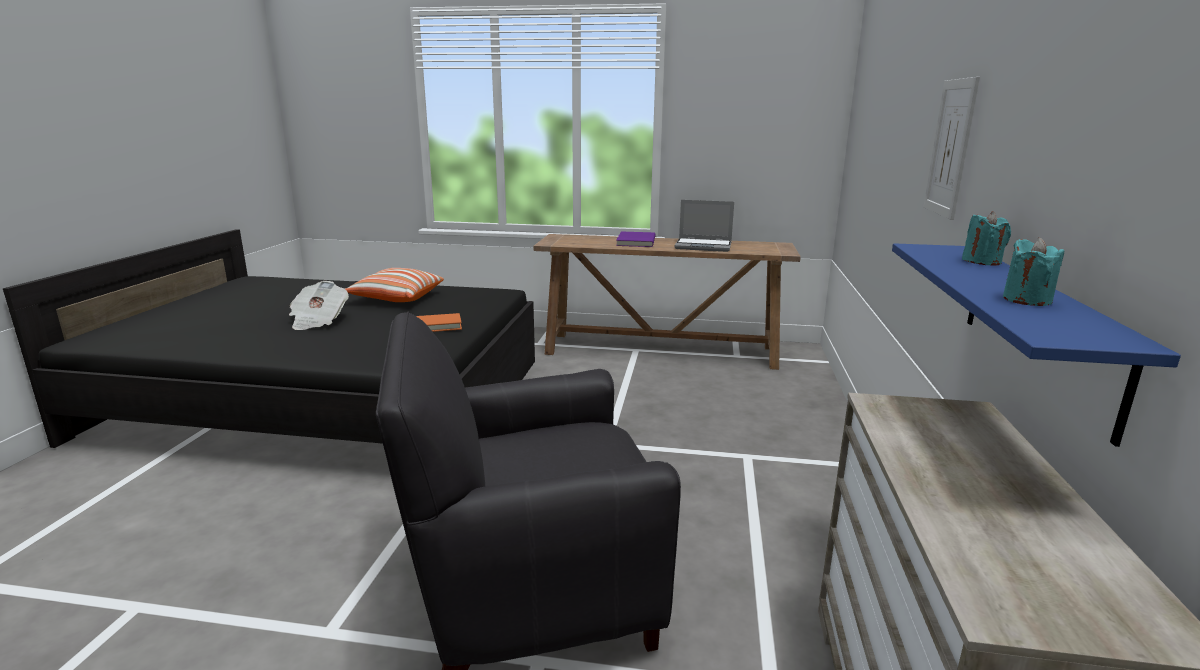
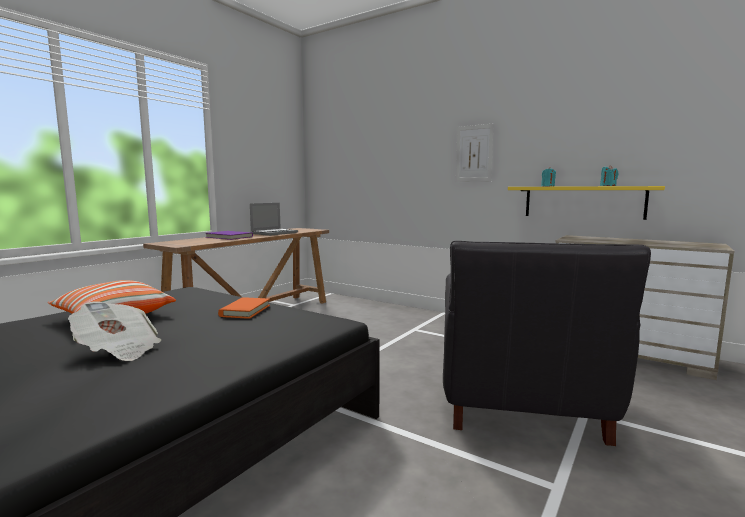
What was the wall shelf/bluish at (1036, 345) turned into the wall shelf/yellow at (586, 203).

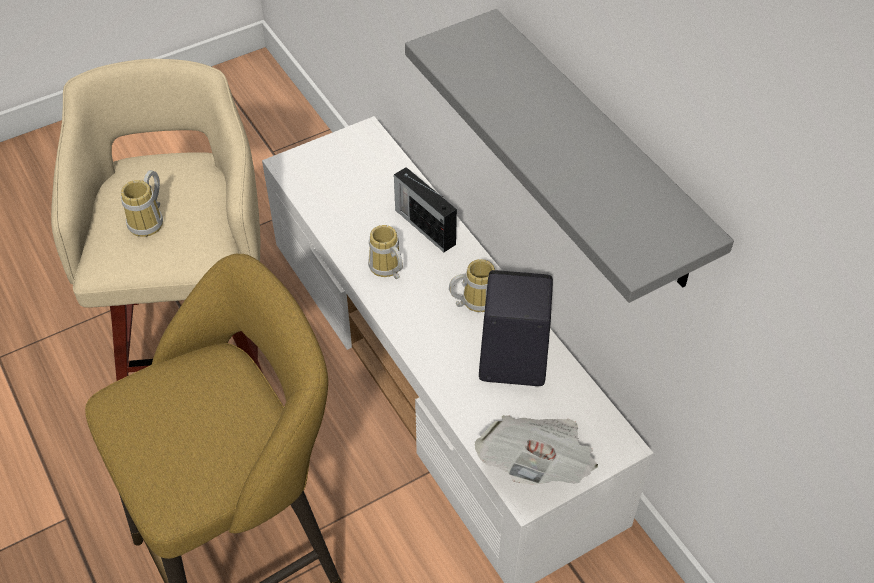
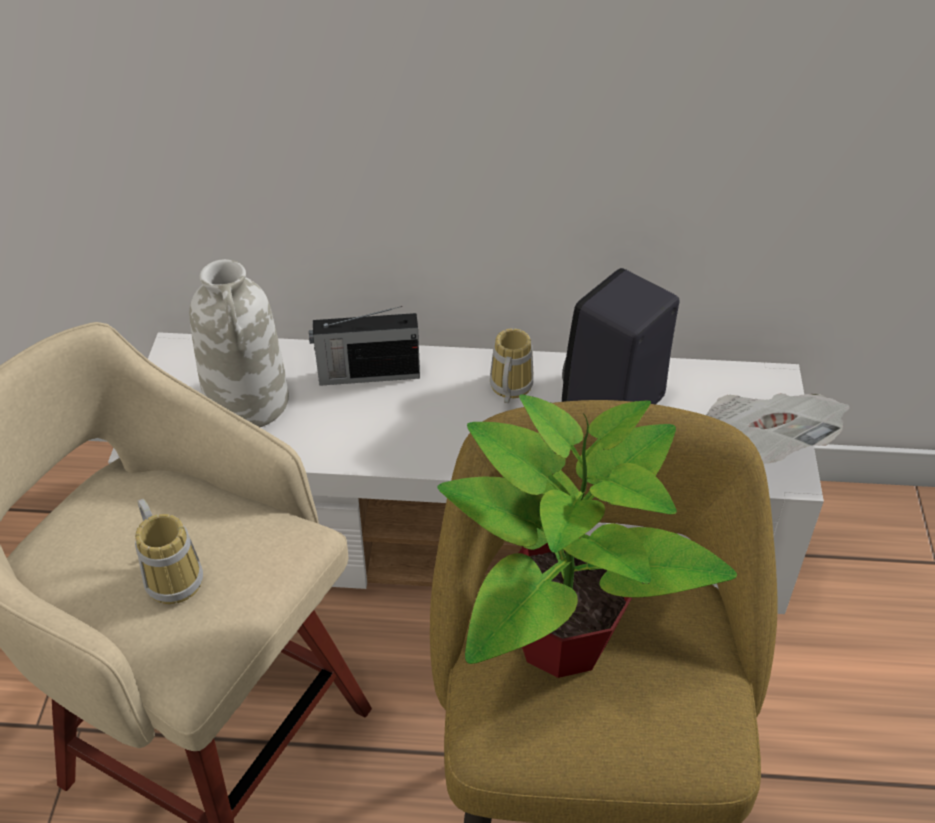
The second view lost the wall shelf/greyish at (569, 156). The second view lost the mug at (385, 252). The second view gained the vase/white at (239, 343). The second view gained the houseplant at (587, 536).

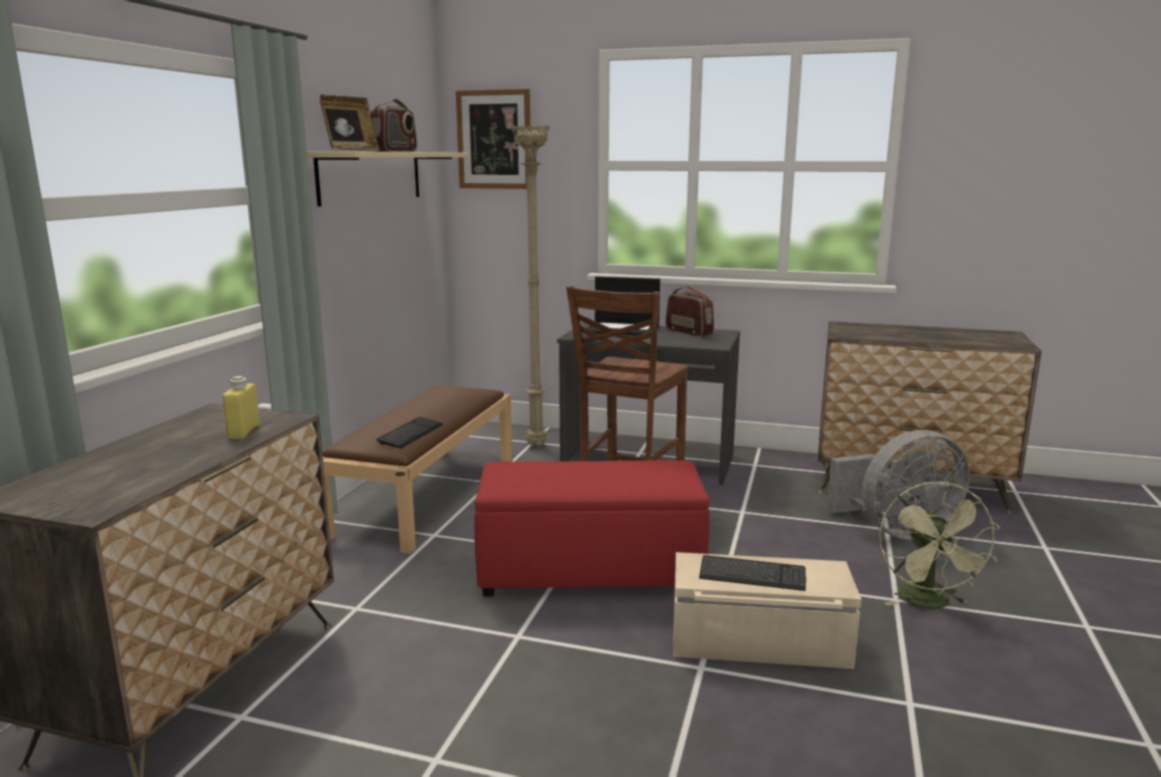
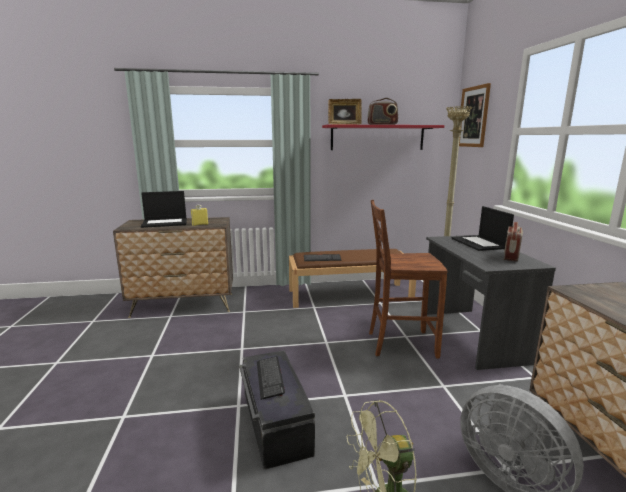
What was the wall shelf/beige at (387, 179) turned into the wall shelf/red-coloured at (383, 137). The second view lost the footrest/red-coloured at (591, 528). What was the storage container/beige at (767, 610) turned into the storage container/black-coloured at (277, 410). The second view gained the notebook computer at (164, 209).

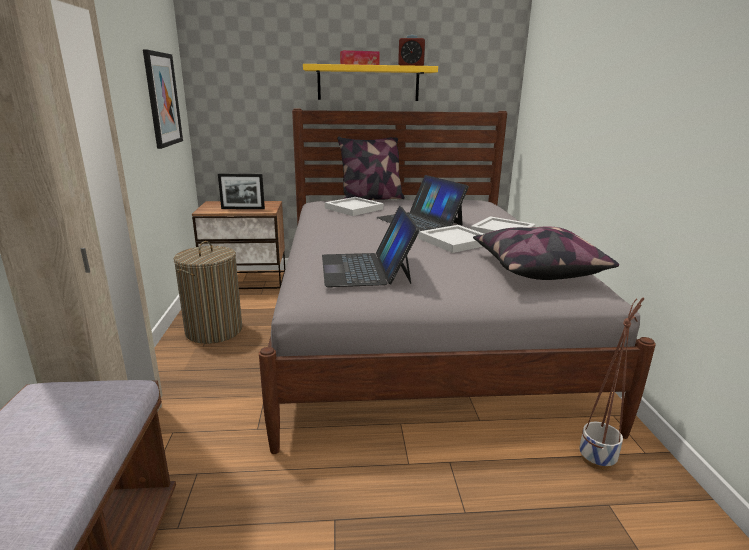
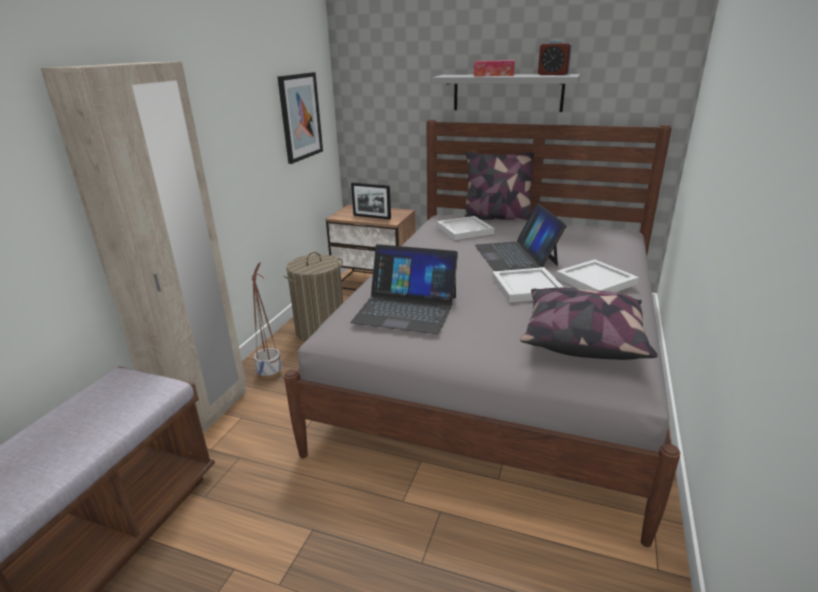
What was the wall shelf/yellow at (370, 82) turned into the wall shelf/greyish at (506, 93). The notebook computer at (371, 246) ended up facing another way, 90 degrees counterclockwise from before. The plant pot ended up elsewhere, having gone from (612, 383) to (267, 320).

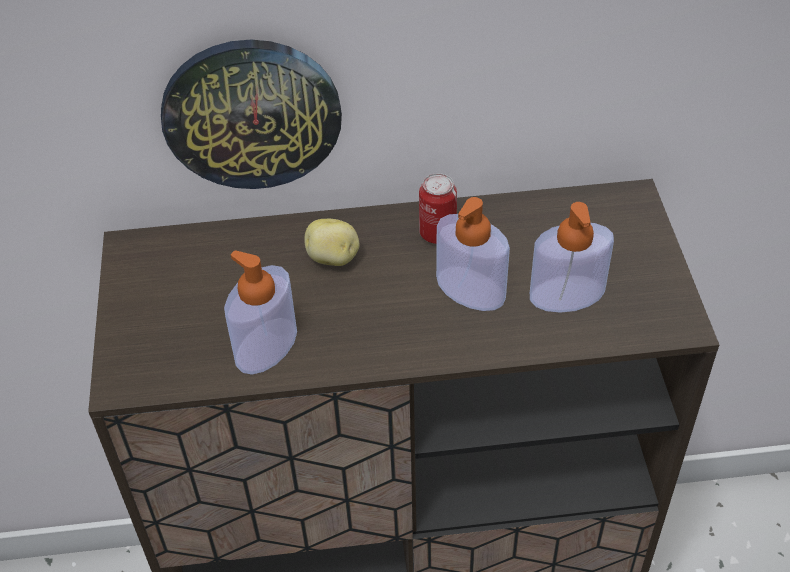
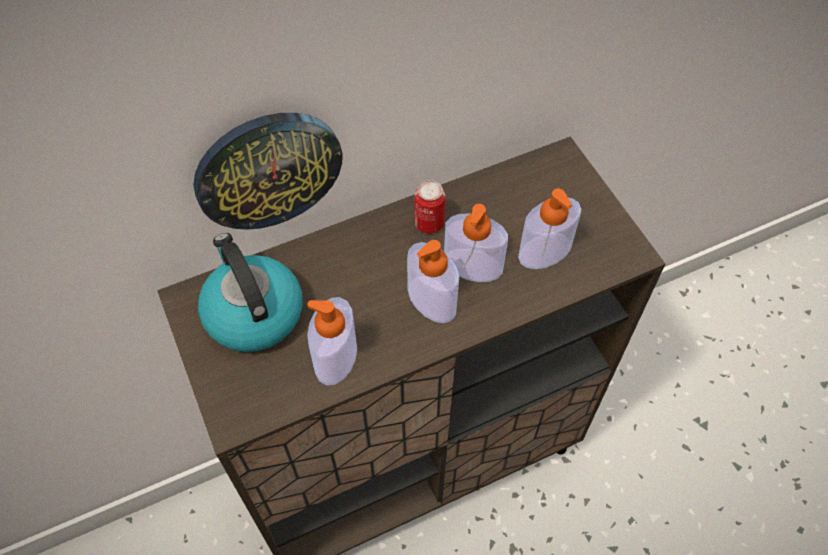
The second view lost the whole potato at (332, 242). The second view gained the kettle at (250, 292). The second view gained the soap dispenser at (433, 281).

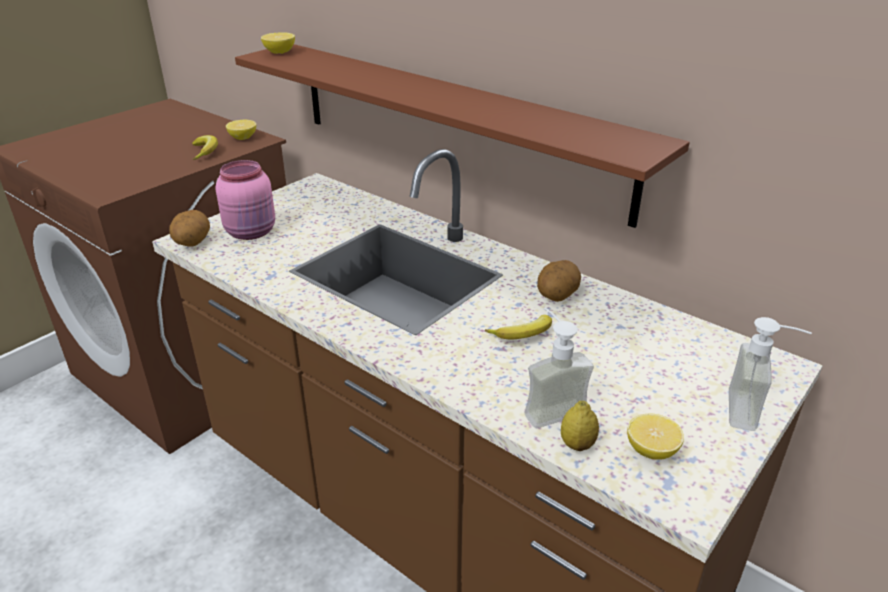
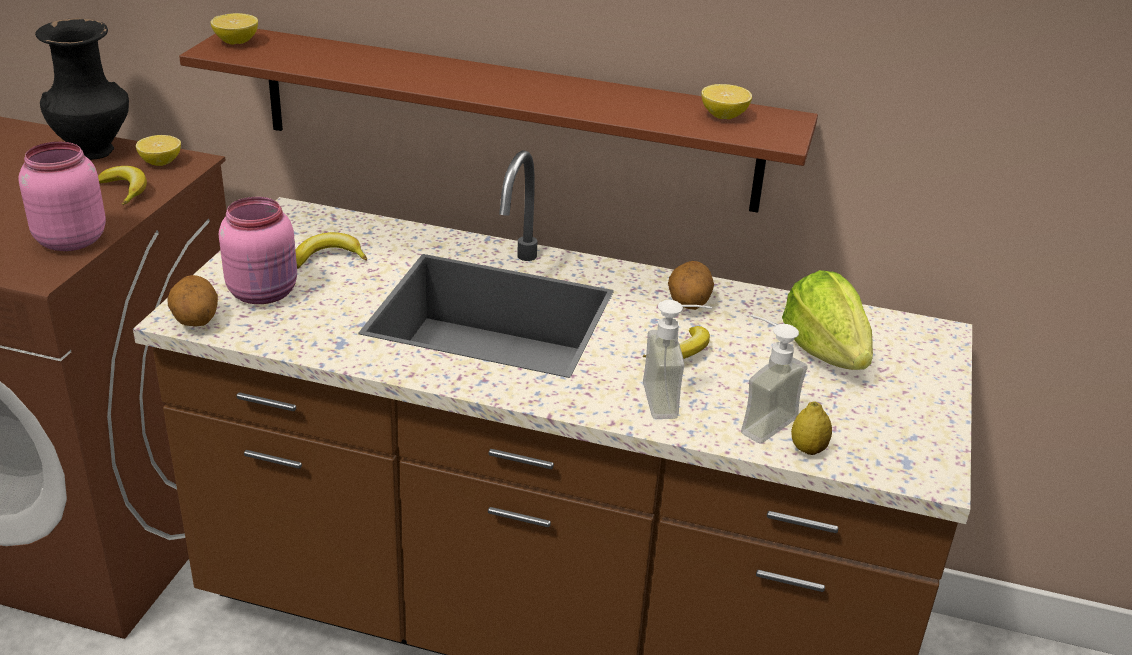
The soap dispenser ended up elsewhere, having gone from (770, 374) to (677, 359). The citrus fruit ended up elsewhere, having gone from (655, 437) to (726, 101). The second view gained the vase/black-coloured at (82, 89). The second view gained the storage jar/pinkish at (62, 196). The second view gained the banana at (331, 250). The second view gained the lettuce head at (827, 320).

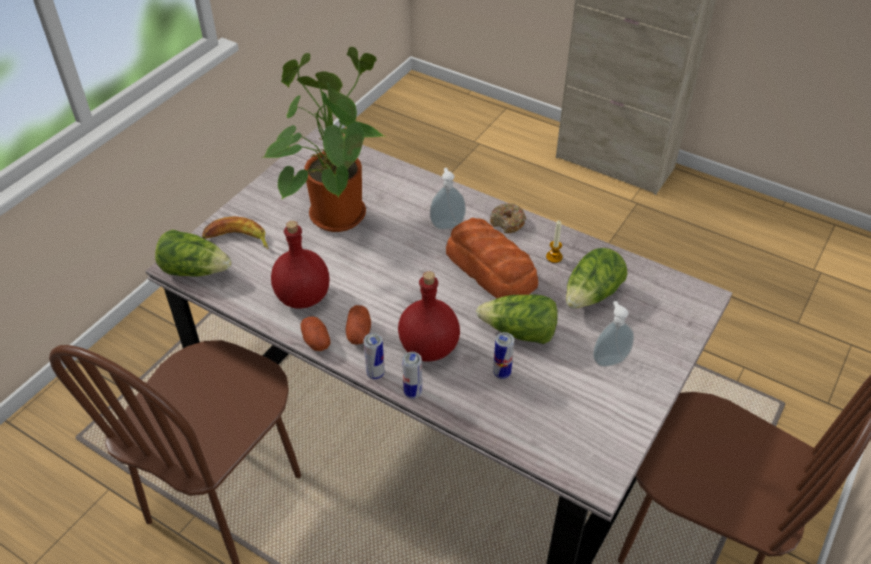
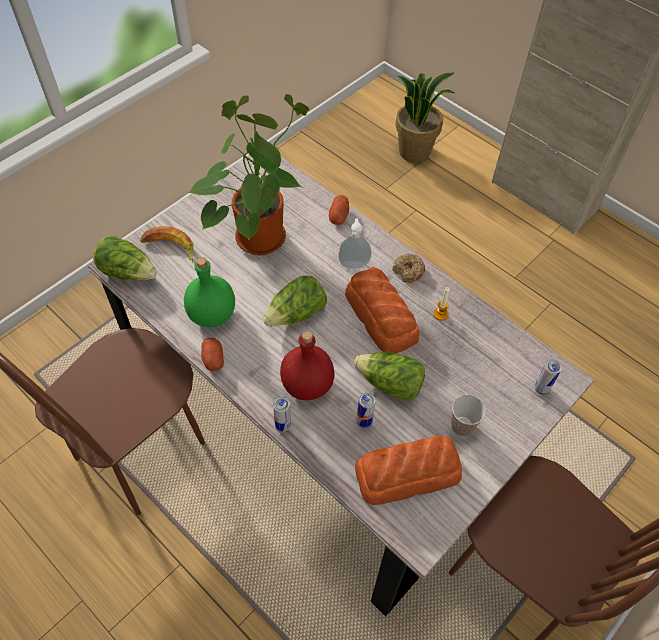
What was the bottle/red-coloured at (300, 265) turned into the bottle/green at (209, 292). The lettuce head ended up elsewhere, having gone from (596, 278) to (295, 301). Where the soap dispenser stood at (613, 334), the small cup came to stand at (468, 415). The whole potato ended up elsewhere, having gone from (358, 325) to (339, 210). The can ended up elsewhere, having gone from (374, 356) to (548, 377). The second view gained the houseplant at (425, 117). The second view gained the bread at (408, 470).

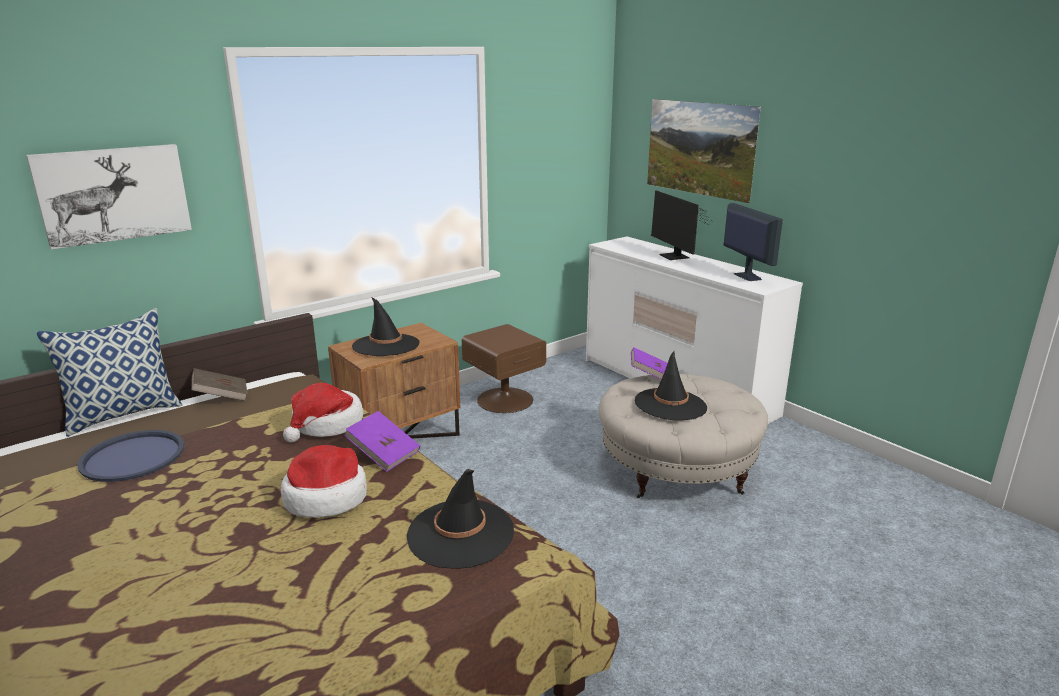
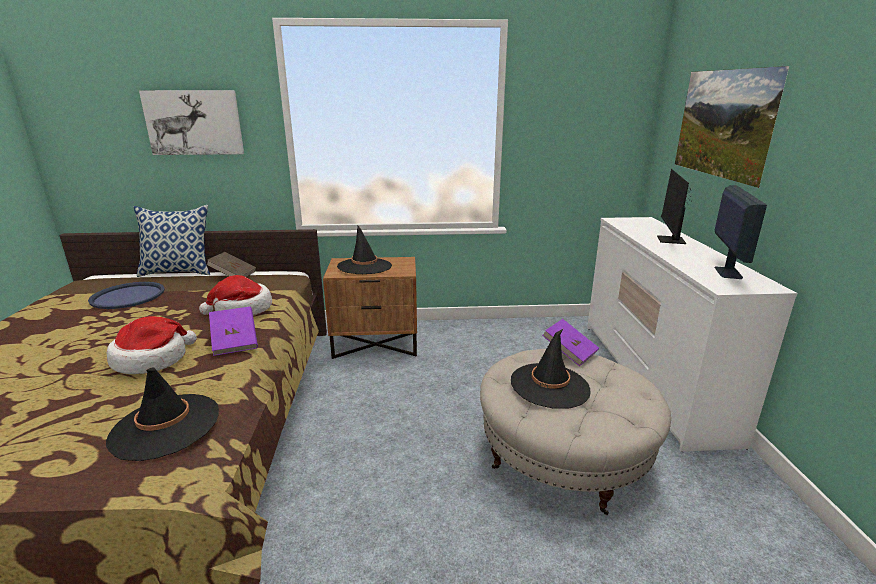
The second view lost the night table/brown at (504, 368).

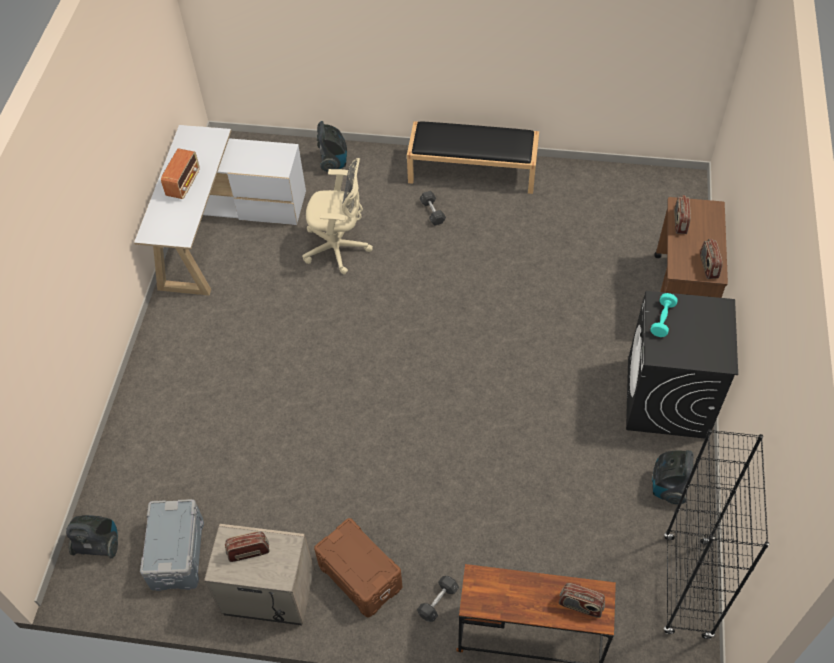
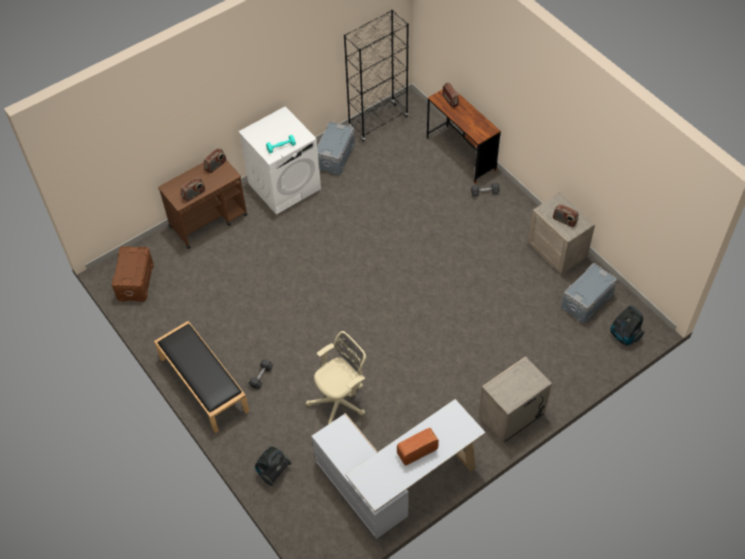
The office chair/beige at (337, 216) ended up facing another way, 90 degrees clockwise from before. What was the laundry machine/black-coloured at (682, 365) turned into the laundry machine/white at (279, 160). Where the vacuum stood at (673, 477), the storage container/greyish came to stand at (336, 148). The storage container/brown ended up elsewhere, having gone from (358, 567) to (133, 274). The second view gained the night table/beige at (515, 399).

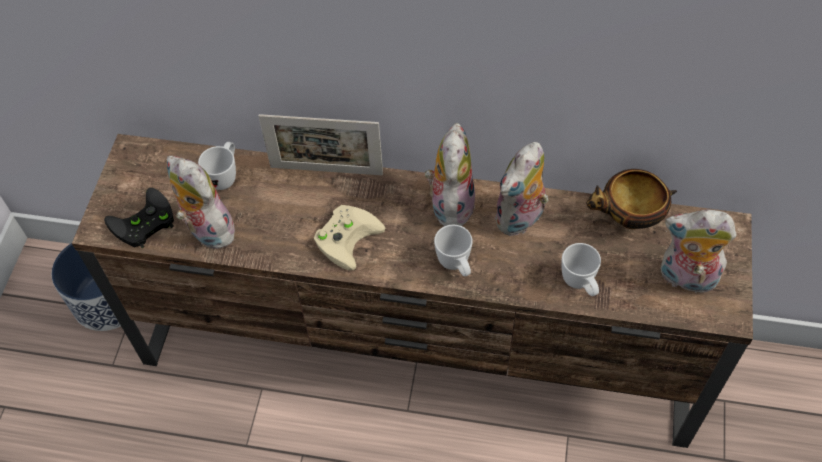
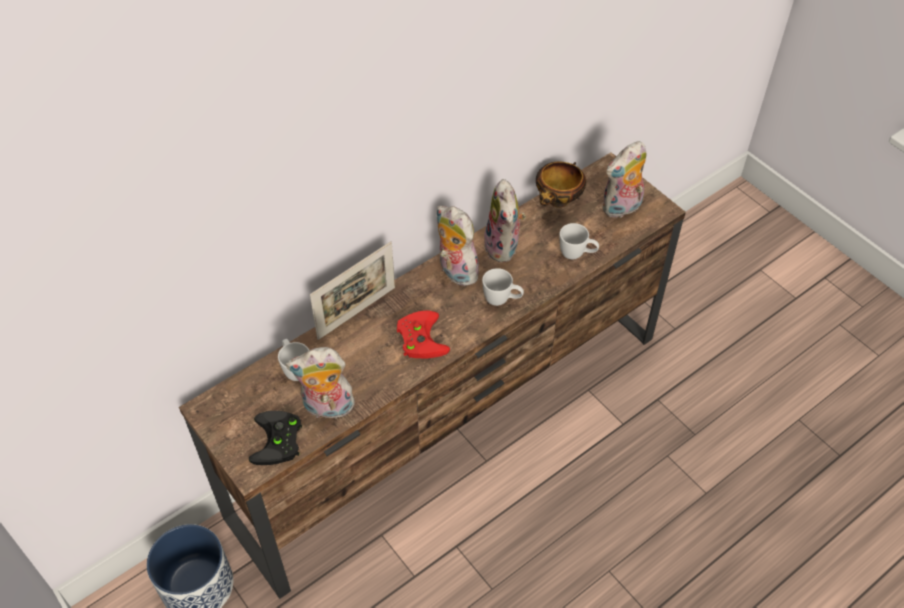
What was the game controller/beige at (349, 238) turned into the game controller/red-coloured at (423, 334).

